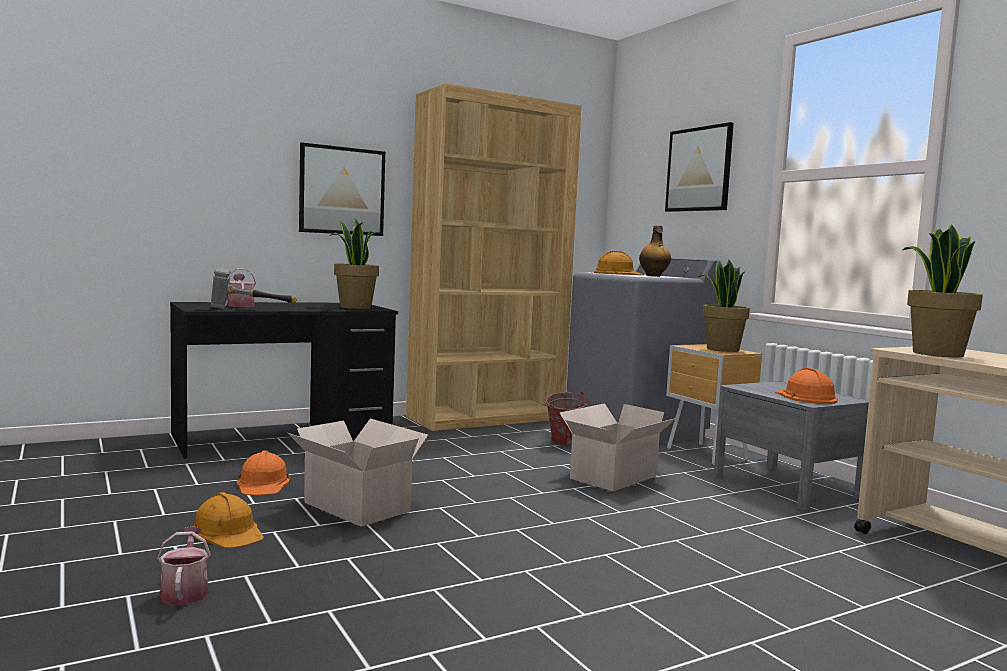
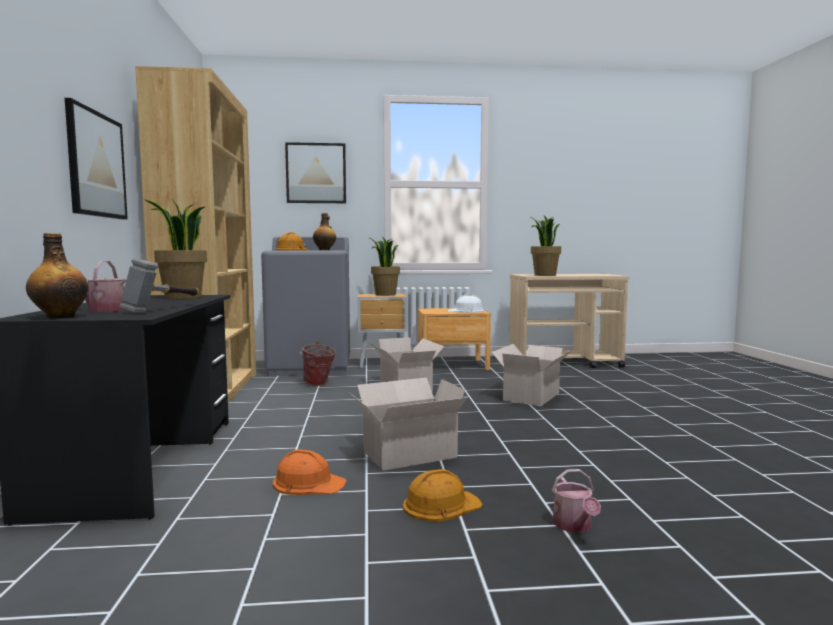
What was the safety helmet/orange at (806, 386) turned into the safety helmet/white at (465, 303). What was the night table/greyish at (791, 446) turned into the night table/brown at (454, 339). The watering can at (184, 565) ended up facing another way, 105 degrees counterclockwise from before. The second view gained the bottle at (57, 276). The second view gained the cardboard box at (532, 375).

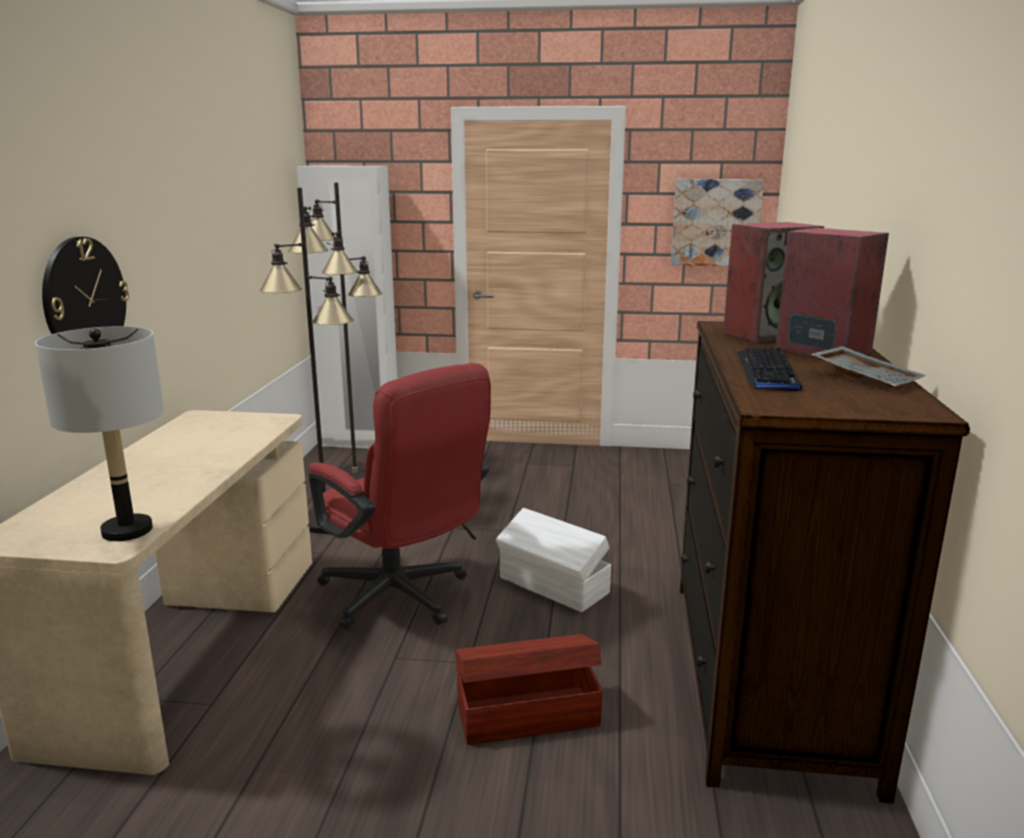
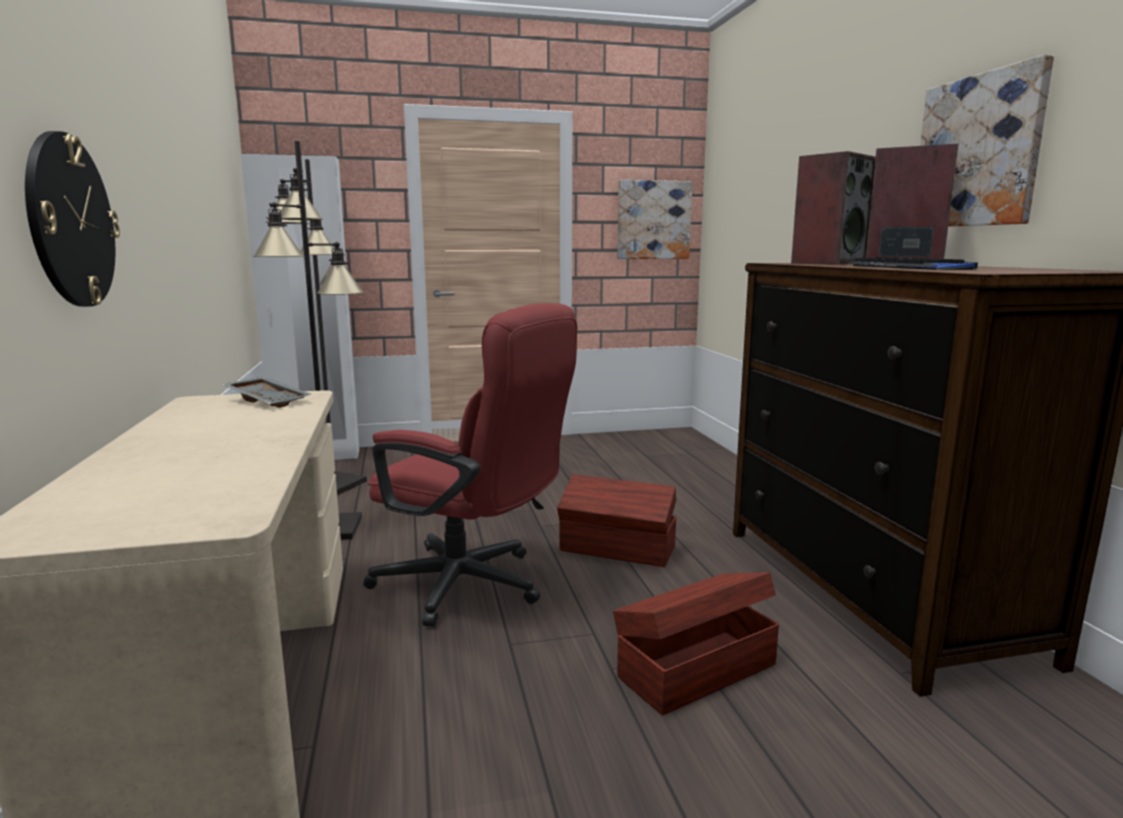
The second view lost the lamp for a table/greyish at (99, 433). The carrying tray/greyish ended up elsewhere, having gone from (868, 368) to (266, 392). What was the storage container/white at (553, 560) turned into the storage container/brown at (617, 520). The second view gained the wall art at (987, 140).

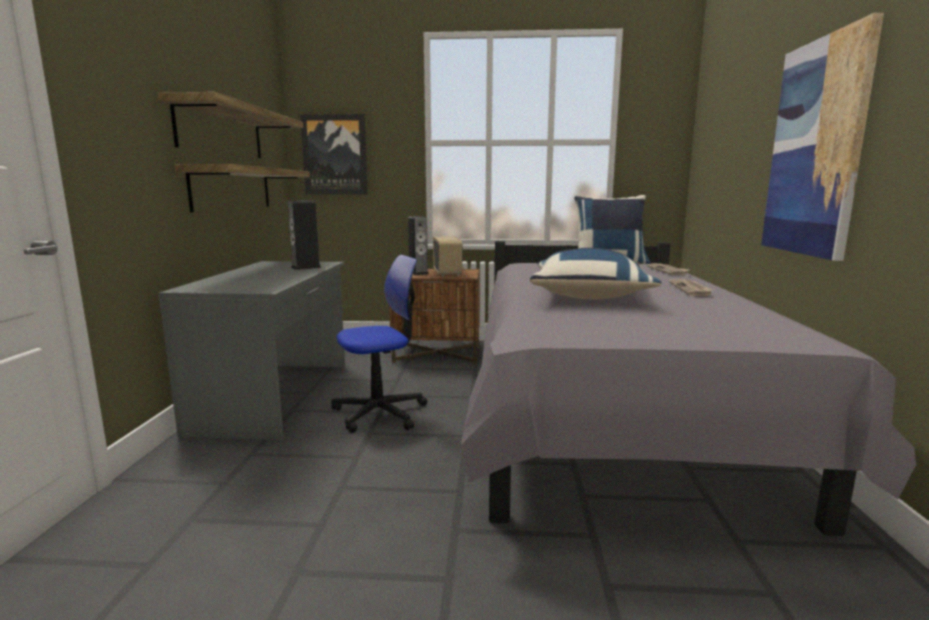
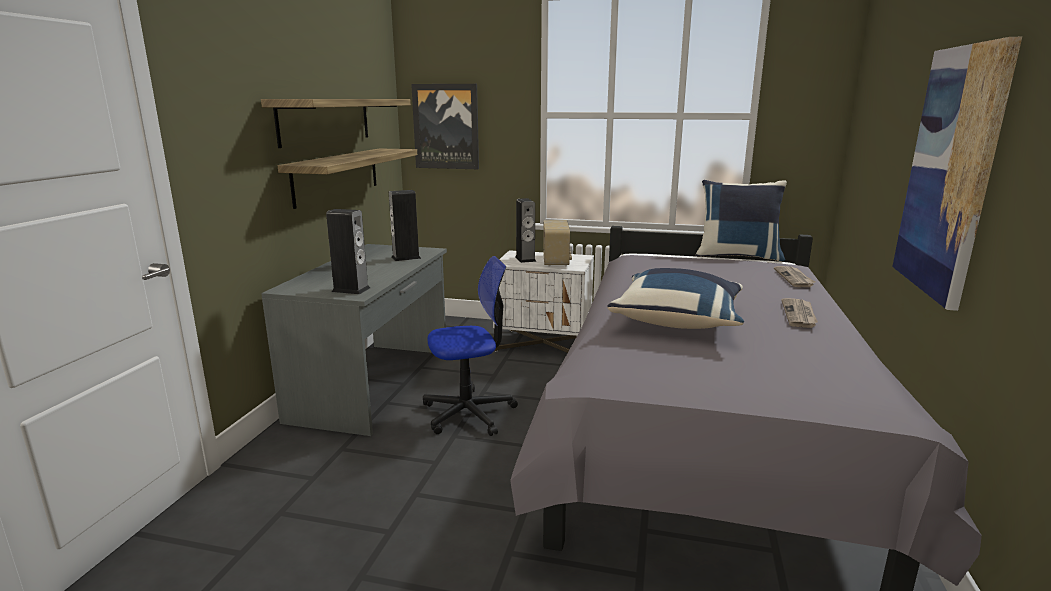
What was the night table/brown at (434, 316) turned into the night table/white at (543, 301). The second view gained the audio speaker at (348, 251).

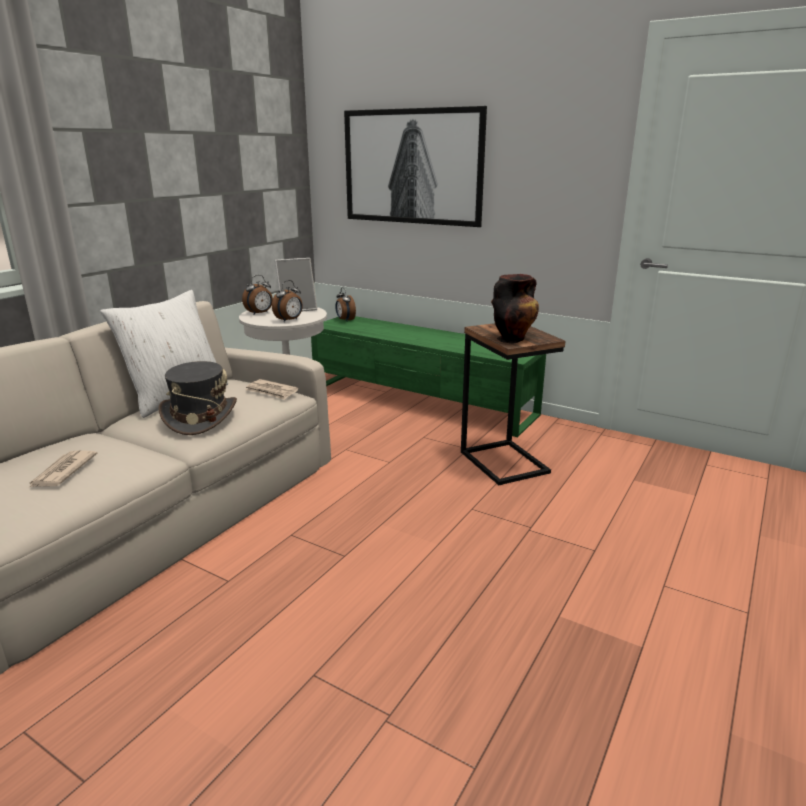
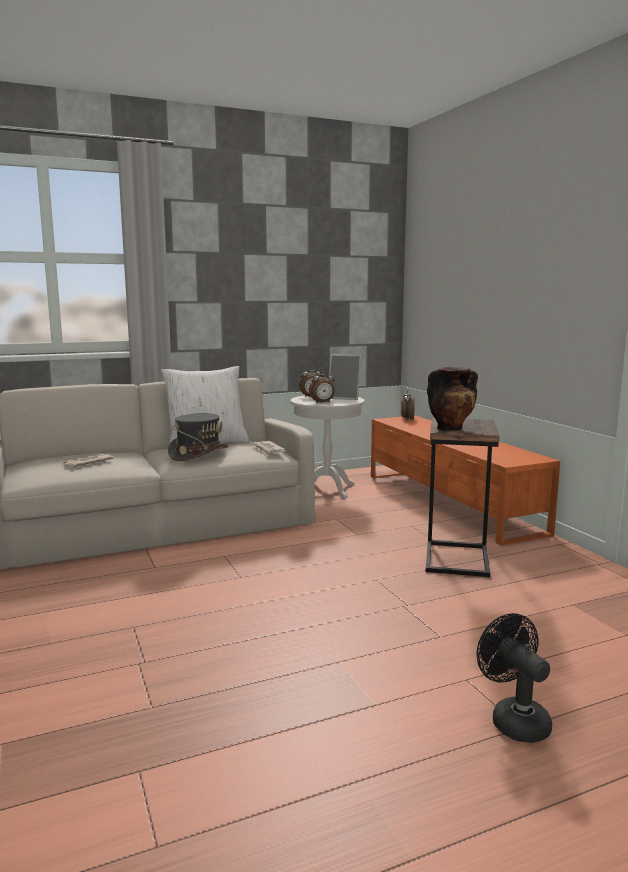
The second view lost the wall art at (415, 166). What was the tv unit/green at (428, 376) turned into the tv unit/orange at (465, 480). The second view gained the cooling fan/black-coloured at (514, 678).

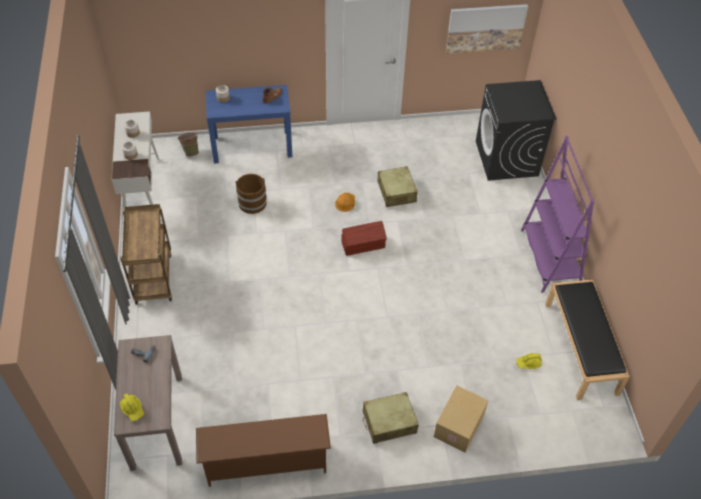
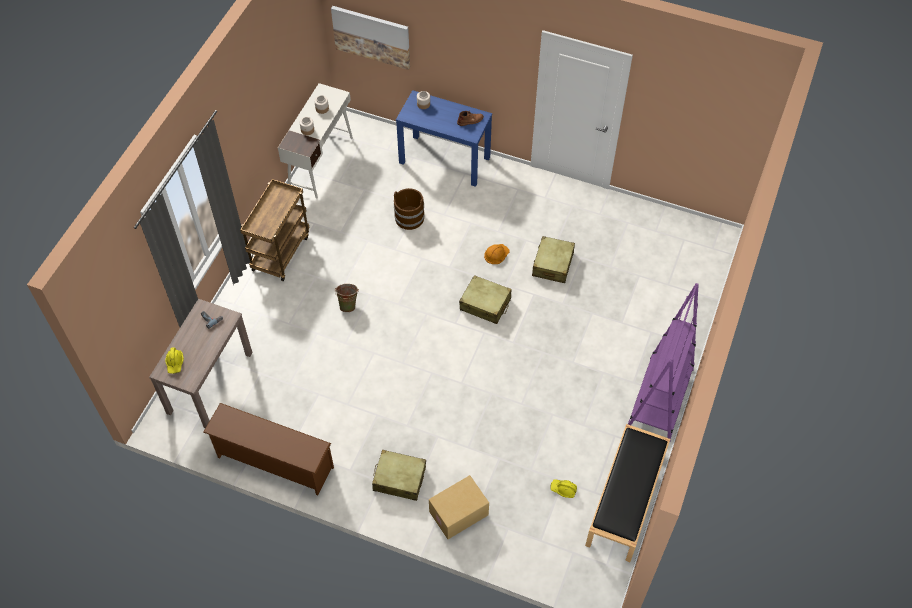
The wall art ended up elsewhere, having gone from (487, 29) to (370, 38). The second view lost the laundry machine/black-coloured at (516, 130). The pail/green ended up elsewhere, having gone from (188, 144) to (347, 298). Where the storage container/brown stood at (364, 238), the suitcase/beige came to stand at (485, 299).

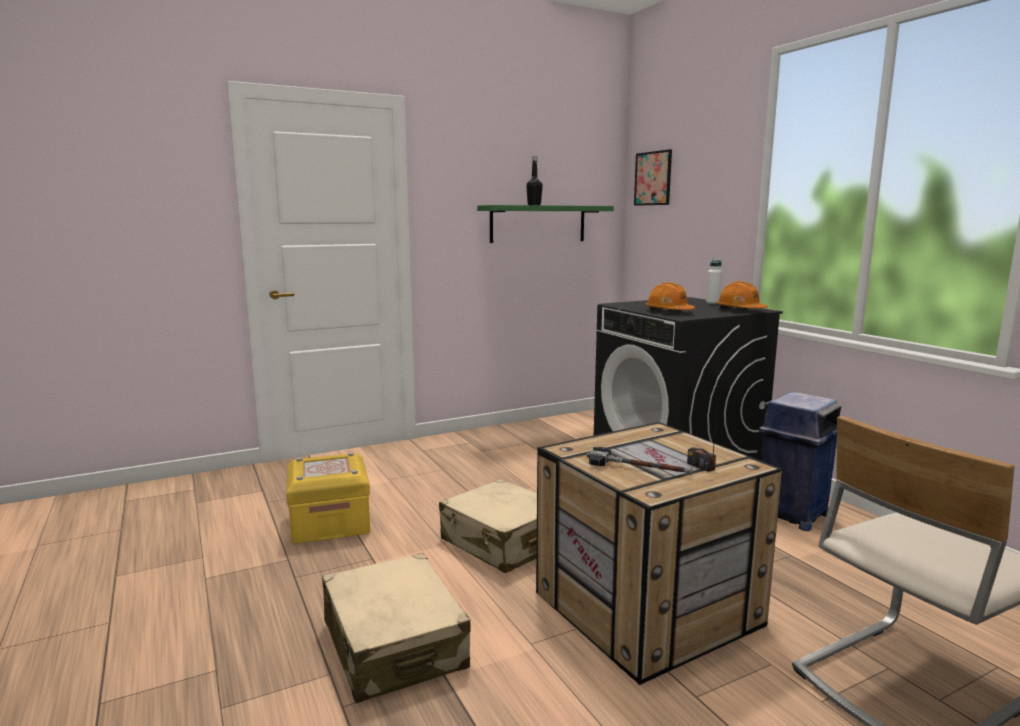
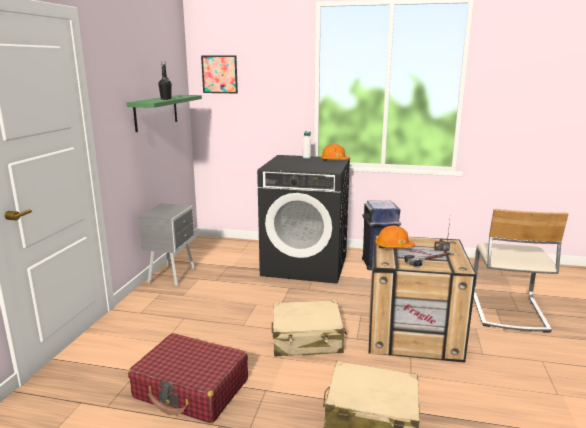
The safety helmet/orange ended up elsewhere, having gone from (670, 296) to (395, 237). Where the storage container/yellow stood at (328, 498), the suitcase/red-coloured came to stand at (188, 378). The second view gained the night table/greyish at (166, 244).

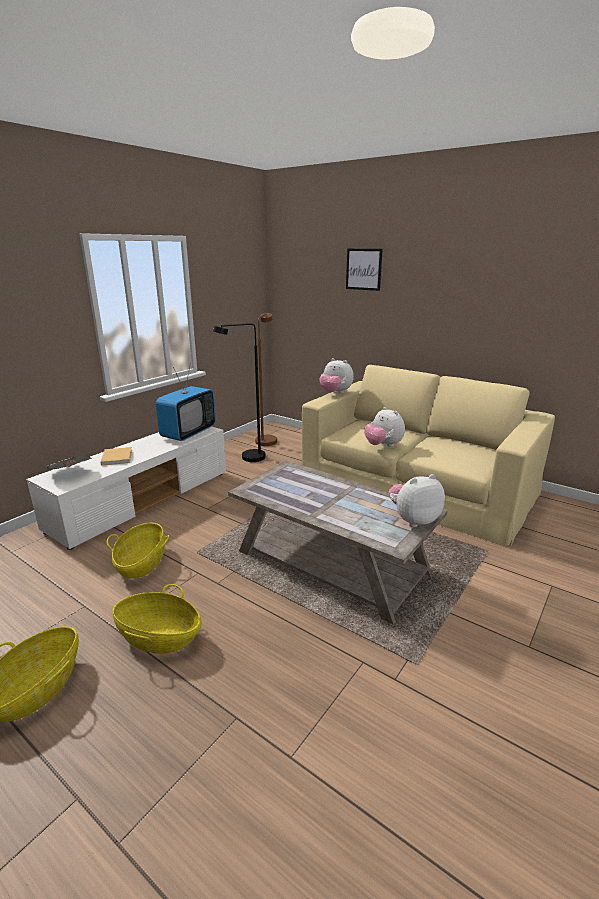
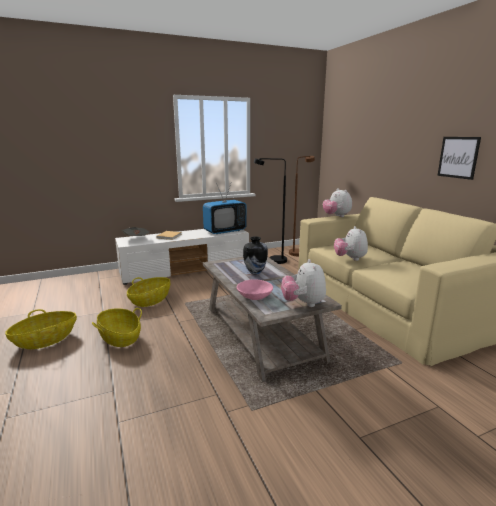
The wall art ended up elsewhere, having gone from (364, 270) to (459, 158). The plush toy at (417, 500) ended up facing another way, 105 degrees counterclockwise from before. The second view gained the vase at (255, 255). The second view gained the bowl/pinkish at (255, 289).

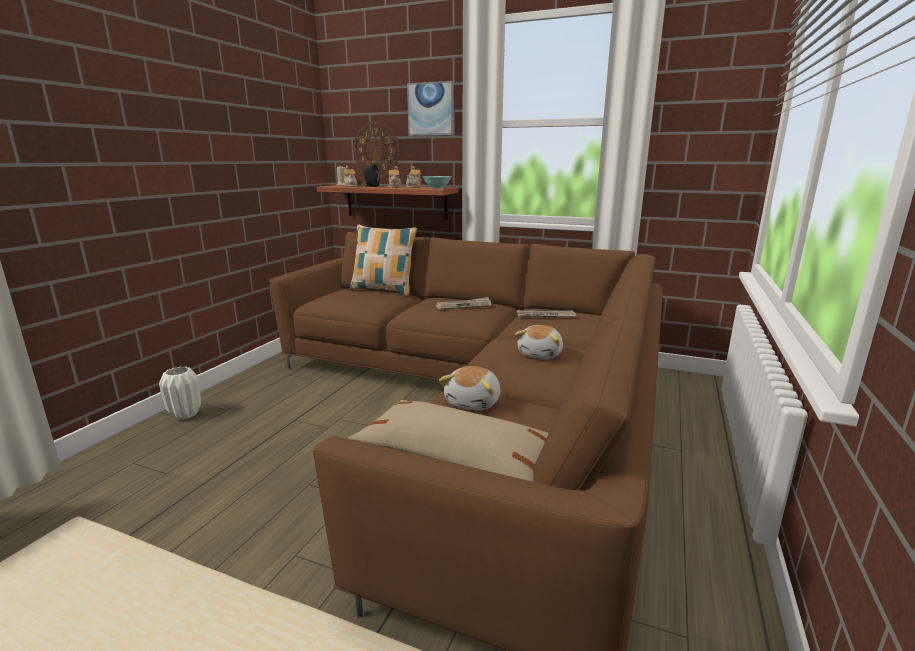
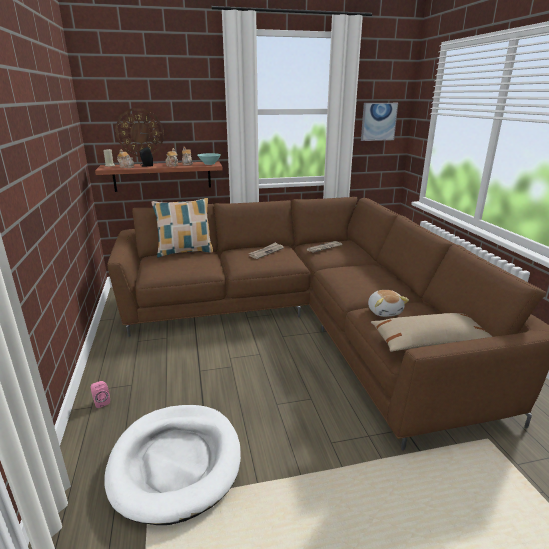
The wall art ended up elsewhere, having gone from (430, 108) to (379, 122). The second view lost the plush toy at (539, 342). Where the vase/white stood at (180, 393), the audio speaker/pinkish came to stand at (100, 394). The second view gained the dog cushion/white at (172, 465).

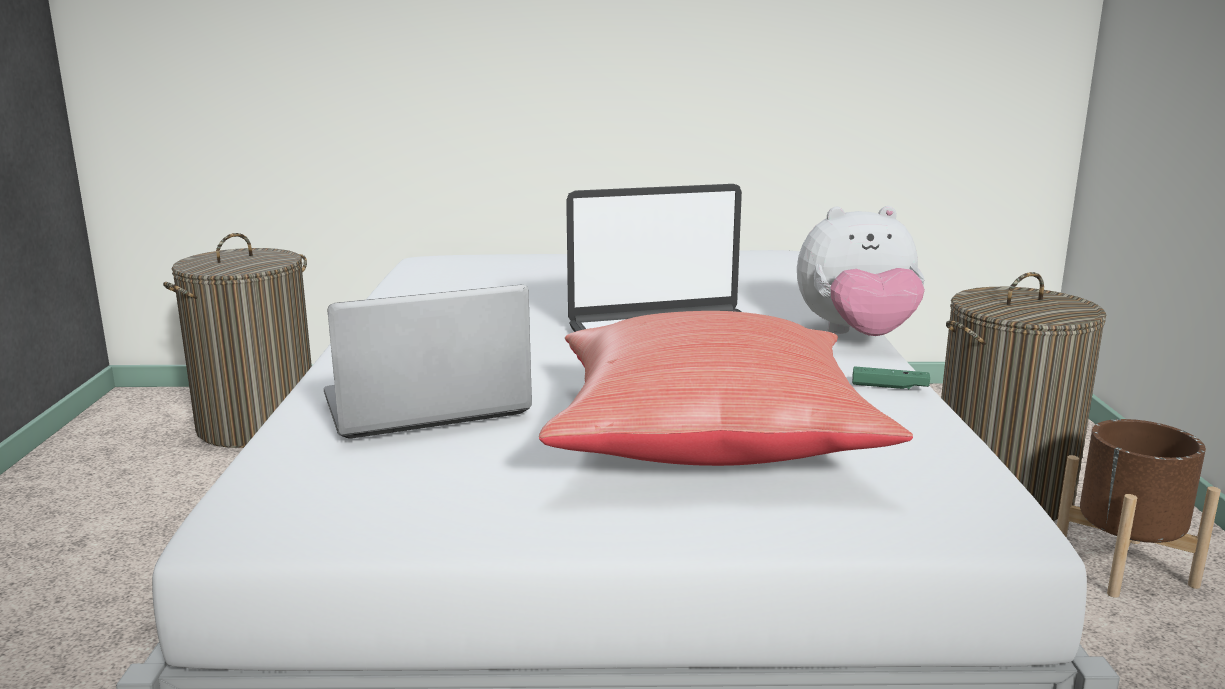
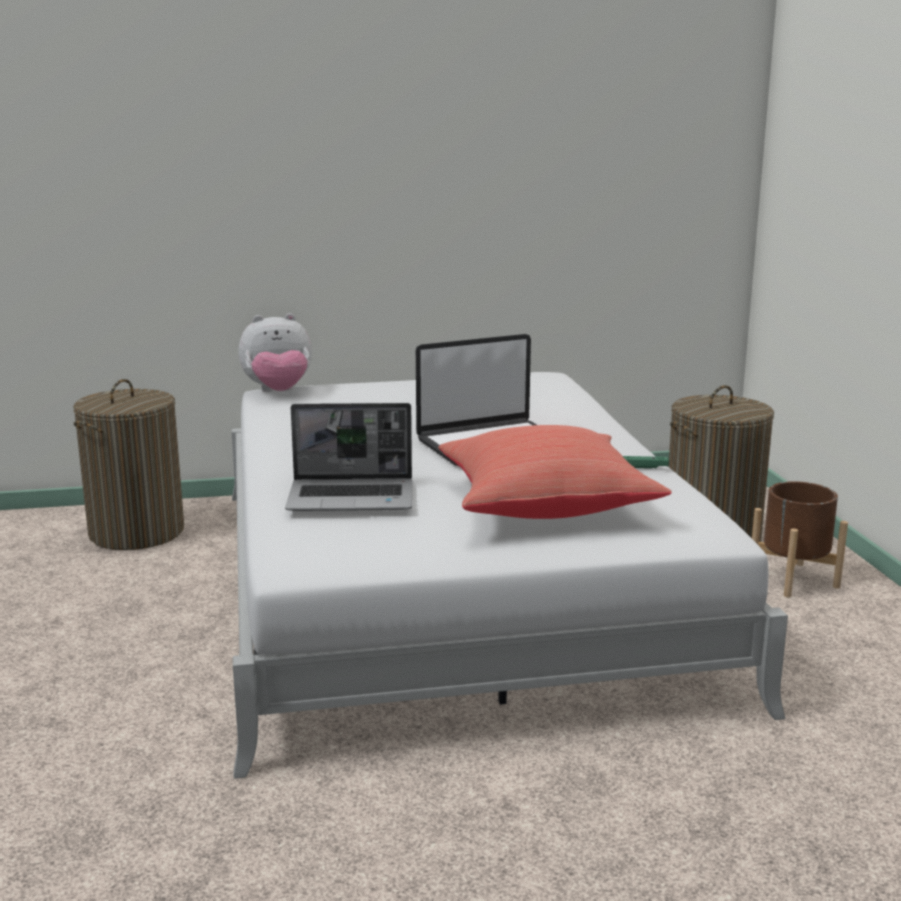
The plush toy ended up elsewhere, having gone from (861, 271) to (275, 352). The notebook computer at (428, 361) ended up facing another way, 150 degrees counterclockwise from before.

